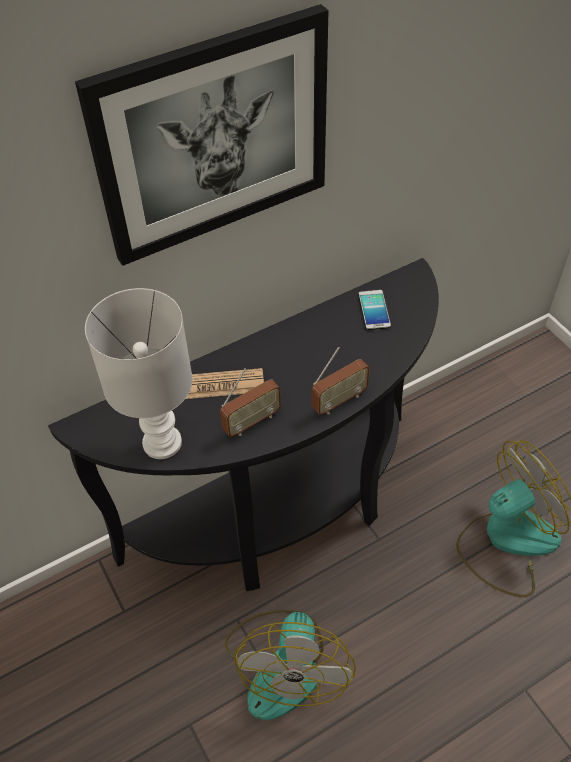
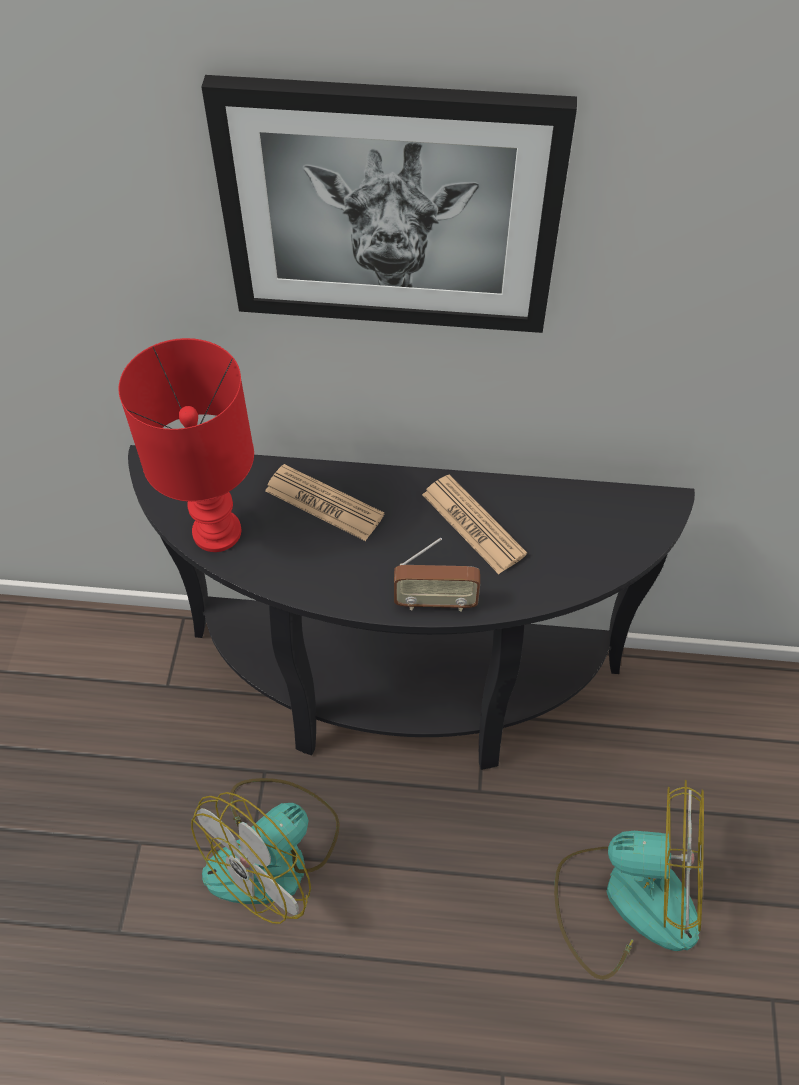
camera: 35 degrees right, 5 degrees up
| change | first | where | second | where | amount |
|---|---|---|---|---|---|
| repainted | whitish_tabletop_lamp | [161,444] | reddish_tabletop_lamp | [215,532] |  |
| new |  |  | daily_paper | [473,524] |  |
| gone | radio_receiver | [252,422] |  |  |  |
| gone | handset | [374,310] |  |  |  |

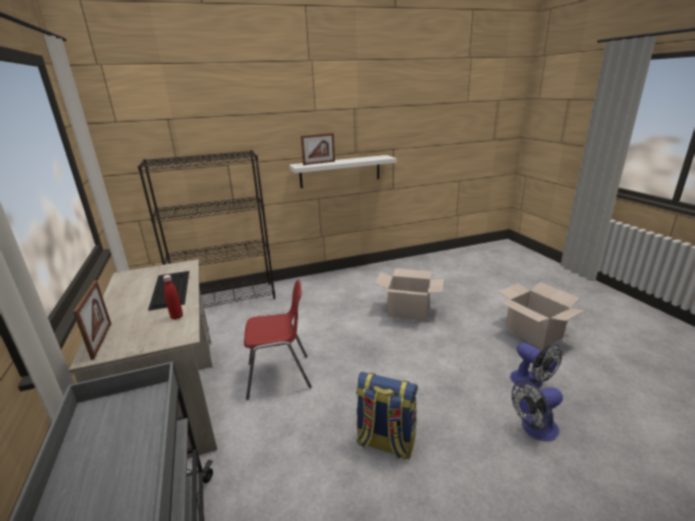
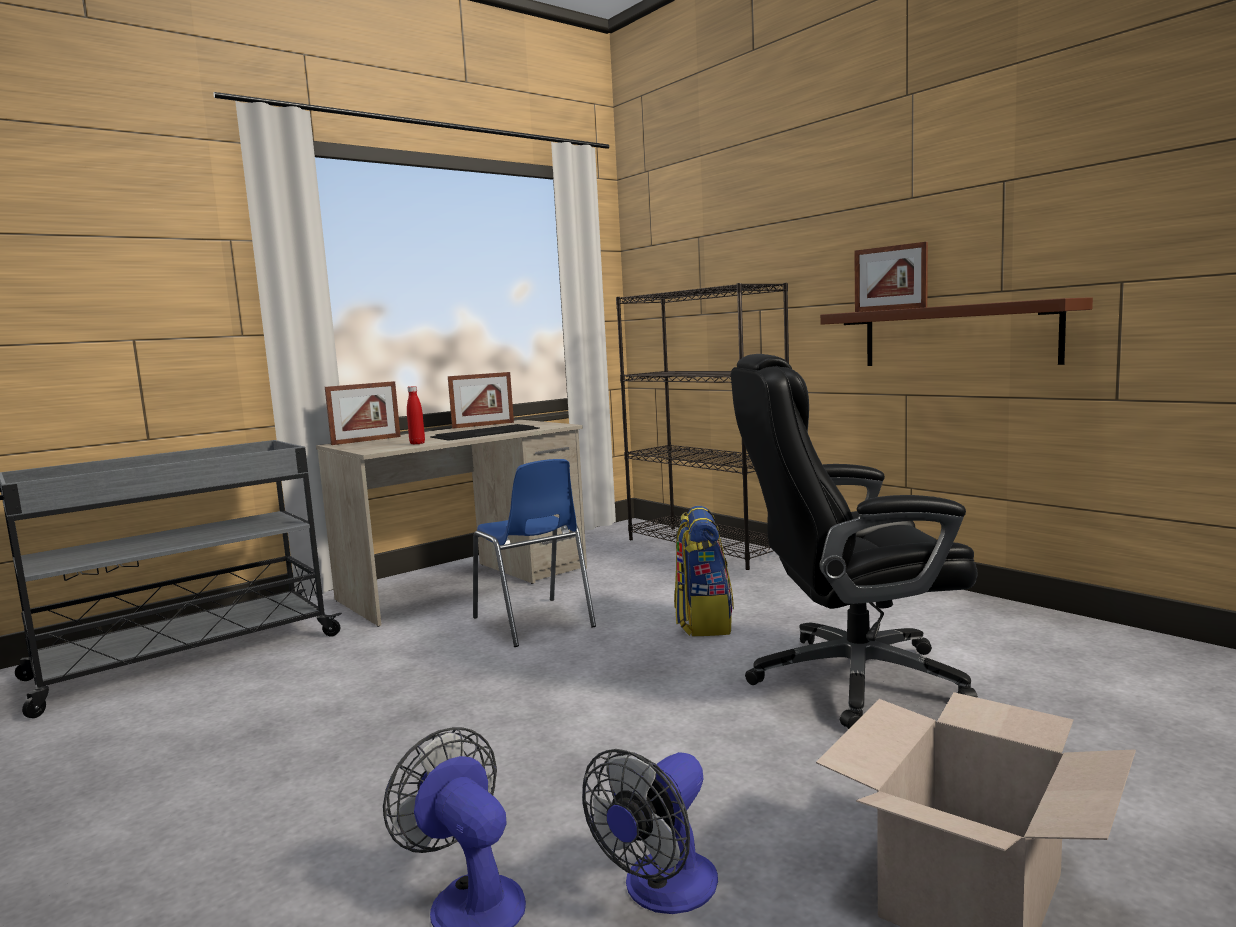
camera: 70 degrees right, 15 degrees down
| change | first | where | second | where | amount |
|---|---|---|---|---|---|
| new |  |  | photo_frame | [483,425] |  |
| repainted | reddish_upright_chair | [279,376] | bluish_upright_chair | [534,622] |  |
| shifted | backpack | [385,442] |  | [703,622] |  |
| swapped | carton | [408,311] | blackish_computer_chair | [851,680] |  |
| repainted | whitish_bracket_shelf | [340,171] | brown_bracket_shelf | [957,335] |  |

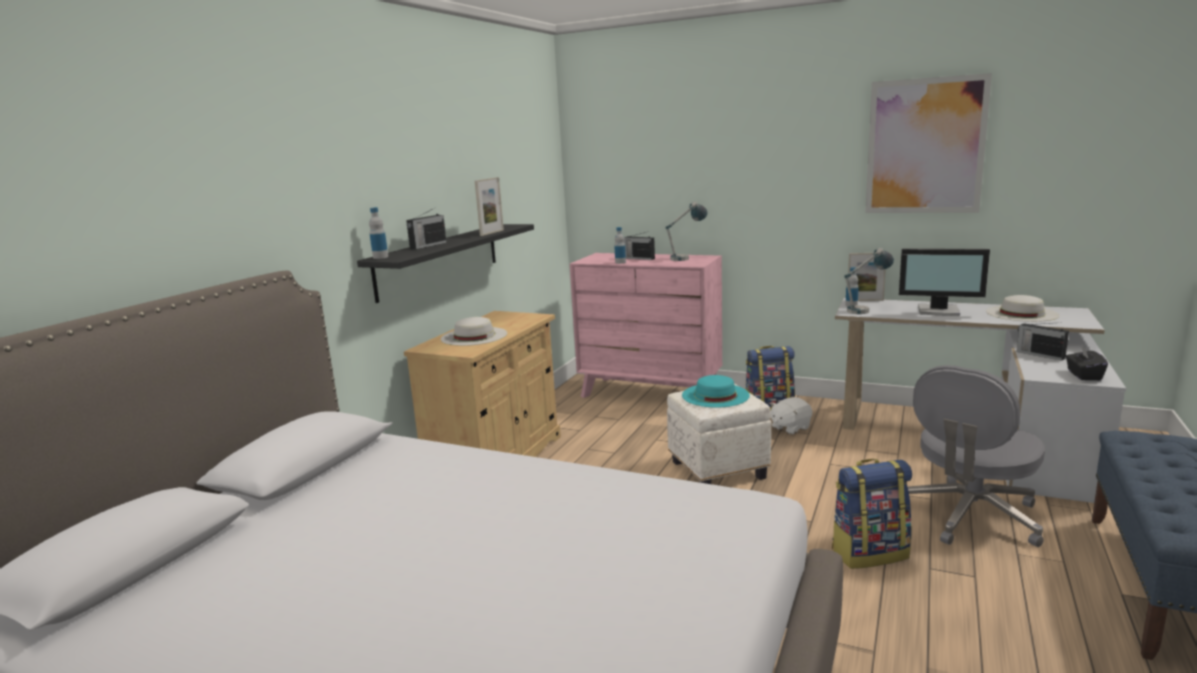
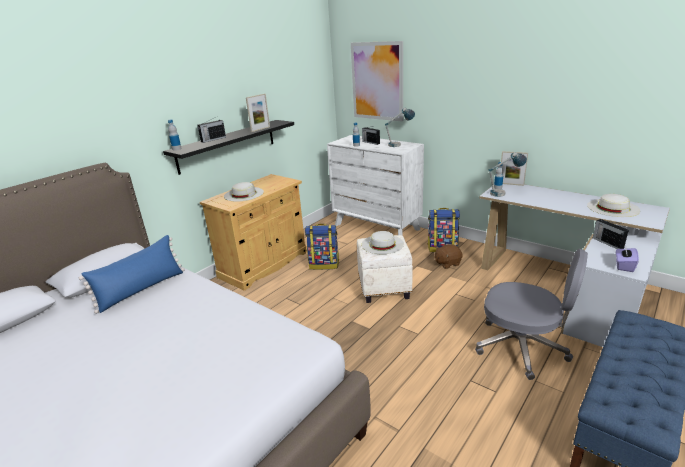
camera: 15 degrees right, 10 degrees up
| change | first | where | second | where | amount |
|---|---|---|---|---|---|
| new |  |  | bluish_throw_pillow | [142,289] |  |
| shifted | backpack | [869,553] |  | [324,264] |  |
| repainted | pink_drawer_chest | [650,393] | whitish_drawer_chest | [376,227] |  |
| shifted | wall_picture | [925,146] |  | [377,81] |  |
| repainted | turquoise-coloured_clothing_hat | [715,395] | whitish_clothing_hat | [382,244] |  |
| repainted | whitish_plush_toy | [790,428] | brown_plush_toy | [447,263] |  |
| rotated | gray_computer_chair | [970,516] |  | [522,347] | 120 degrees counterclockwise |
| repainted | blackish_box_of_tissues | [1083,375] | purple-coloured_box_of_tissues | [624,266] |  |
| gone | monitor | [939,311] |  |  |  |

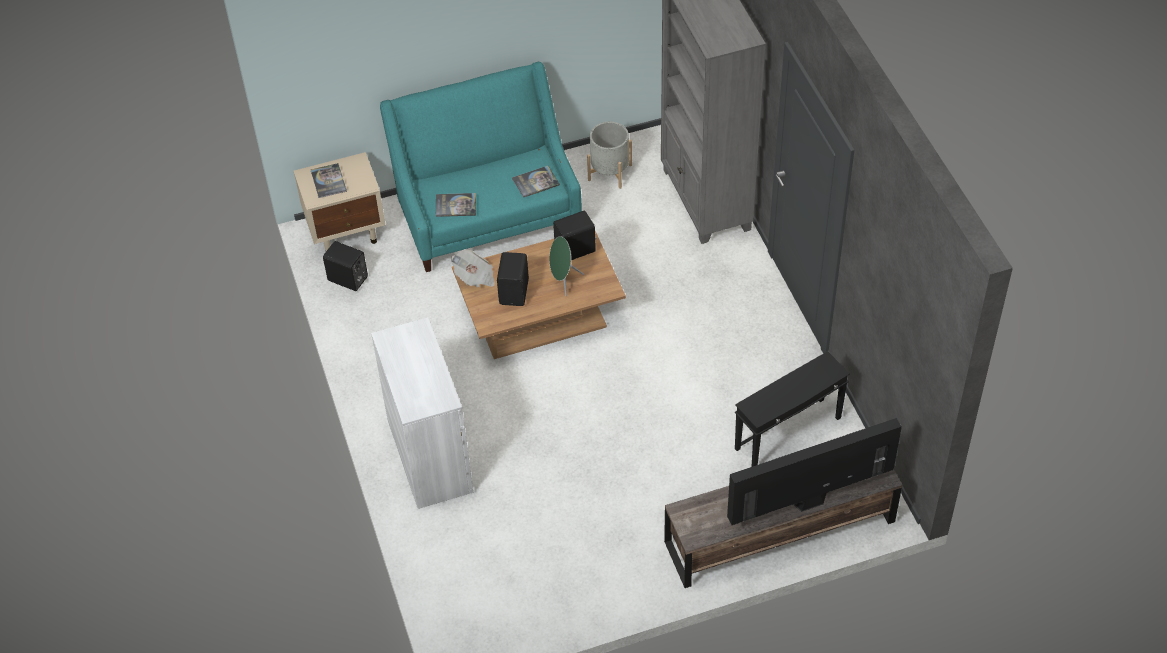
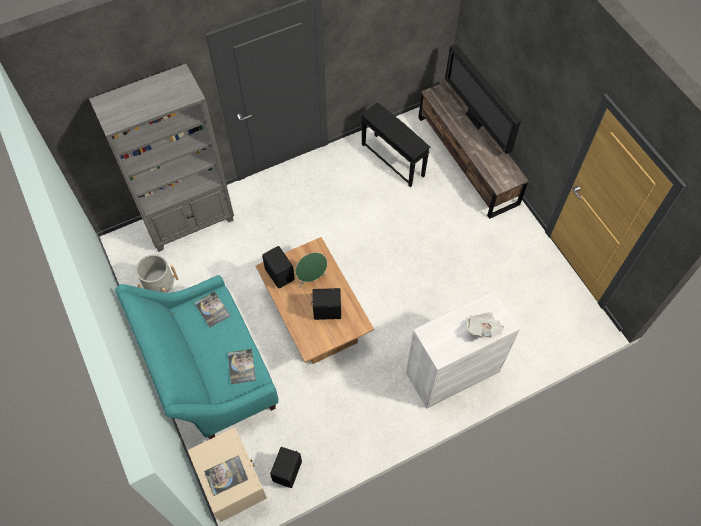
camera: 100 degrees left, 10 degrees up
| change | first | where | second | where | amount |
|---|---|---|---|---|---|
| shifted | daily_paper | [475,277] |  | [483,328] |  |

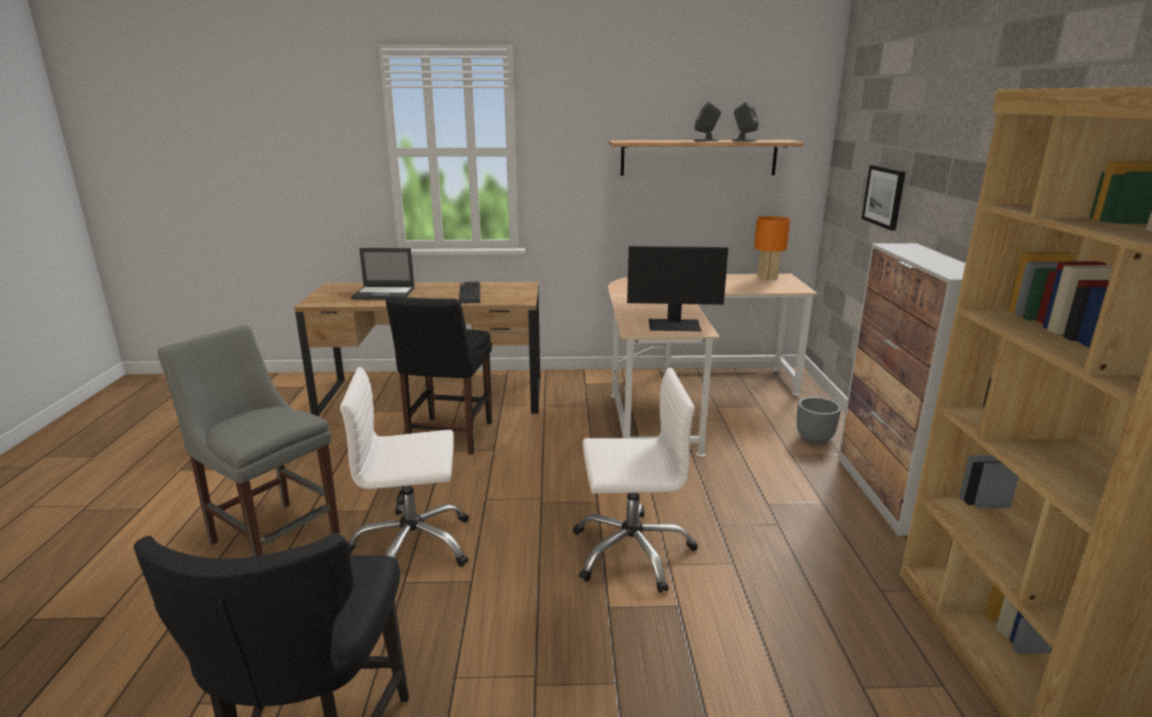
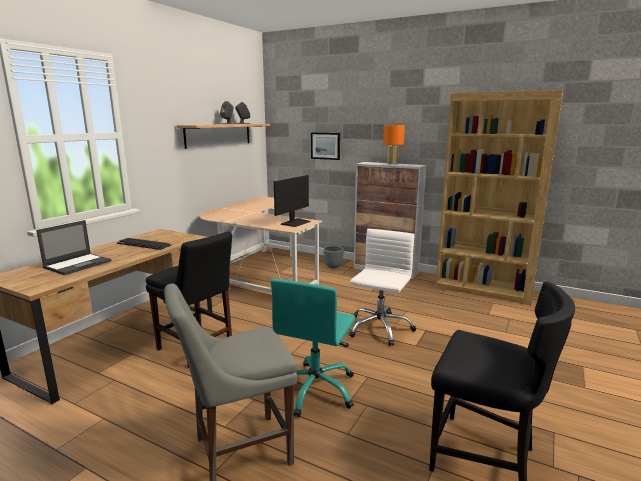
camera: 60 degrees left, 5 degrees down
| change | first | where | second | where | amount |
|---|---|---|---|---|---|
| repainted | whitish_computer_chair | [412,546] | turquoise-coloured_computer_chair | [315,389] |  |
| shifted | orange_tabletop_lamp | [767,277] |  | [392,163] |  |

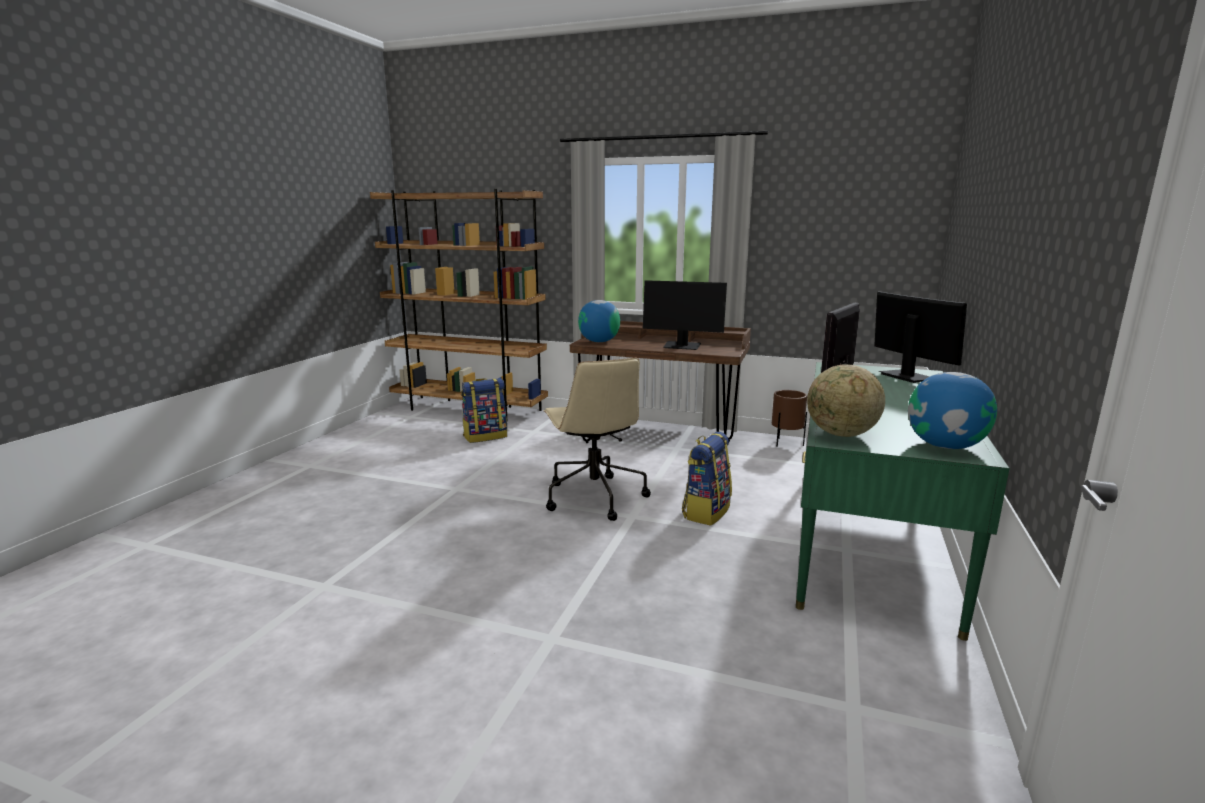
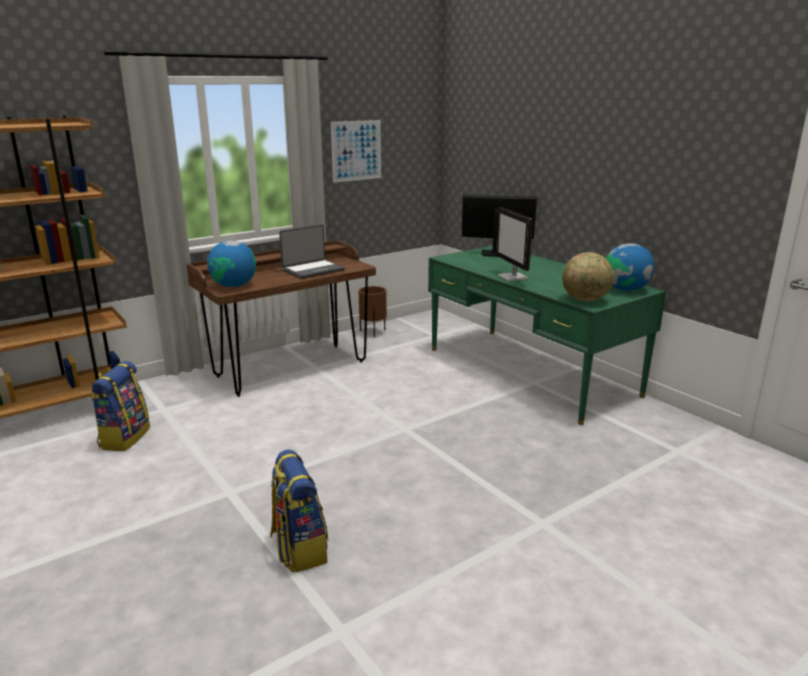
camera: 55 degrees left, 5 degrees up
| change | first | where | second | where | amount |
|---|---|---|---|---|---|
| shifted | backpack | [706,512] |  | [298,548] |  |
| swapped | monitor | [682,346] | portable_computer | [313,270] |  |
| new |  |  | wall_picture | [356,150] |  |
| gone | beige_computer_chair | [593,497] |  |  |  |

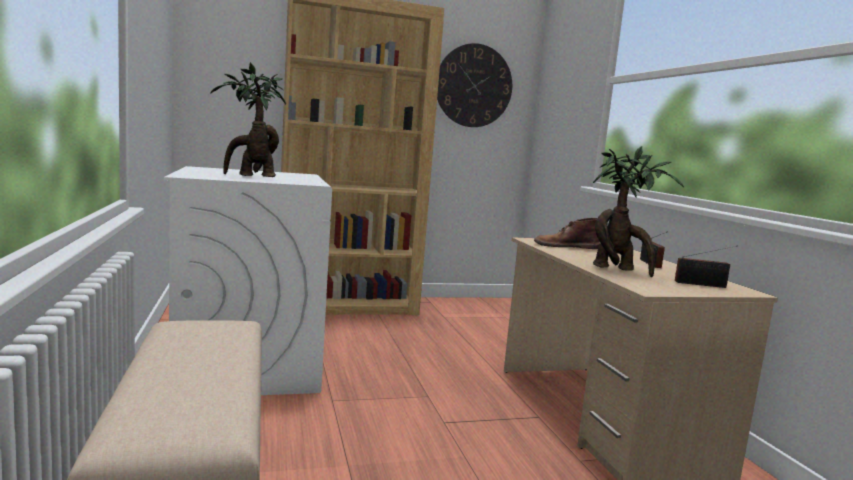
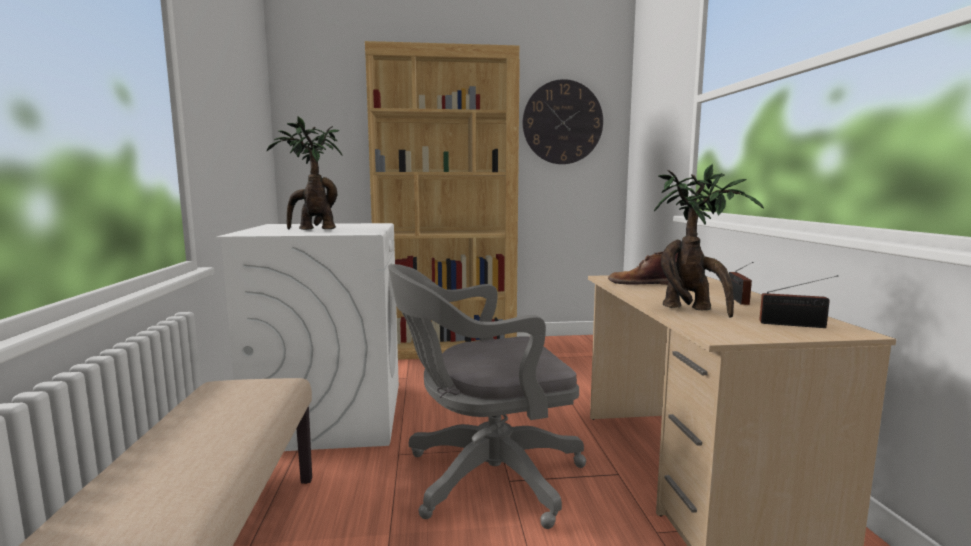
camera: 10 degrees right, 0 degrees up
| change | first | where | second | where | amount |
|---|---|---|---|---|---|
| new |  |  | gray_computer_chair | [484,477] |  |

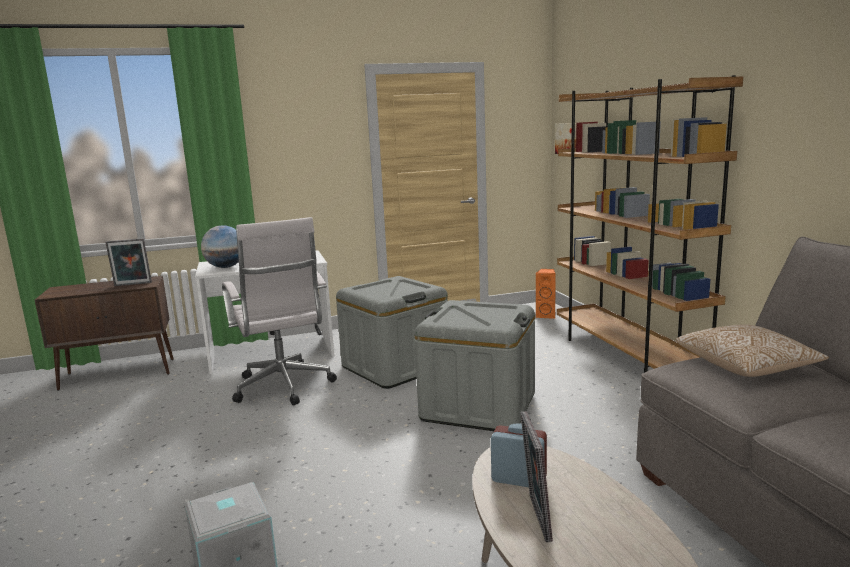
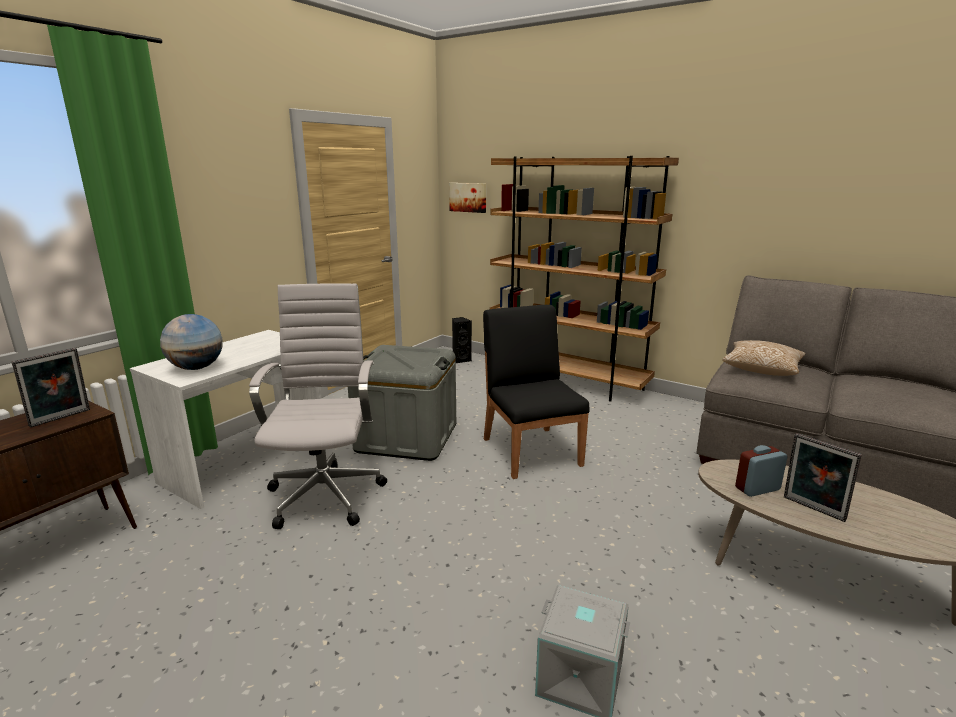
camera: 40 degrees left, 5 degrees up
| change | first | where | second | where | amount |
|---|---|---|---|---|---|
| rotated | whitish_computer_chair | [284,388] |  | [326,493] | 120 degrees counterclockwise |
| repainted | orange_loudspeaker | [546,315] | blackish_loudspeaker | [461,360] |  |
| swapped | gray_storage_bin | [478,406] | blackish_upright_chair | [531,451] |  |

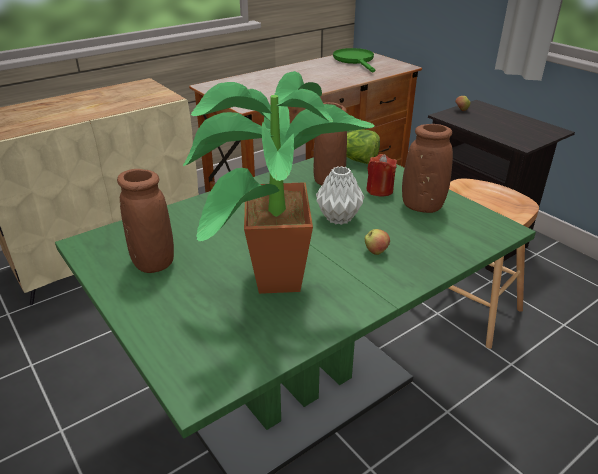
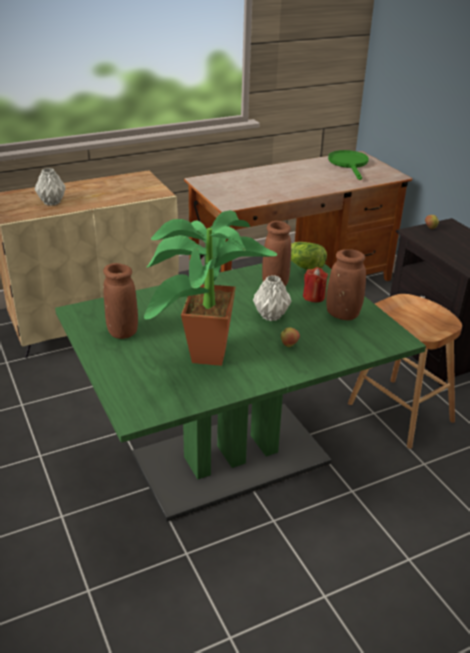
camera: 10 degrees right, 0 degrees up
| change | first | where | second | where | amount |
|---|---|---|---|---|---|
| new |  |  | gray_flower_vase | [51,202] |  |

